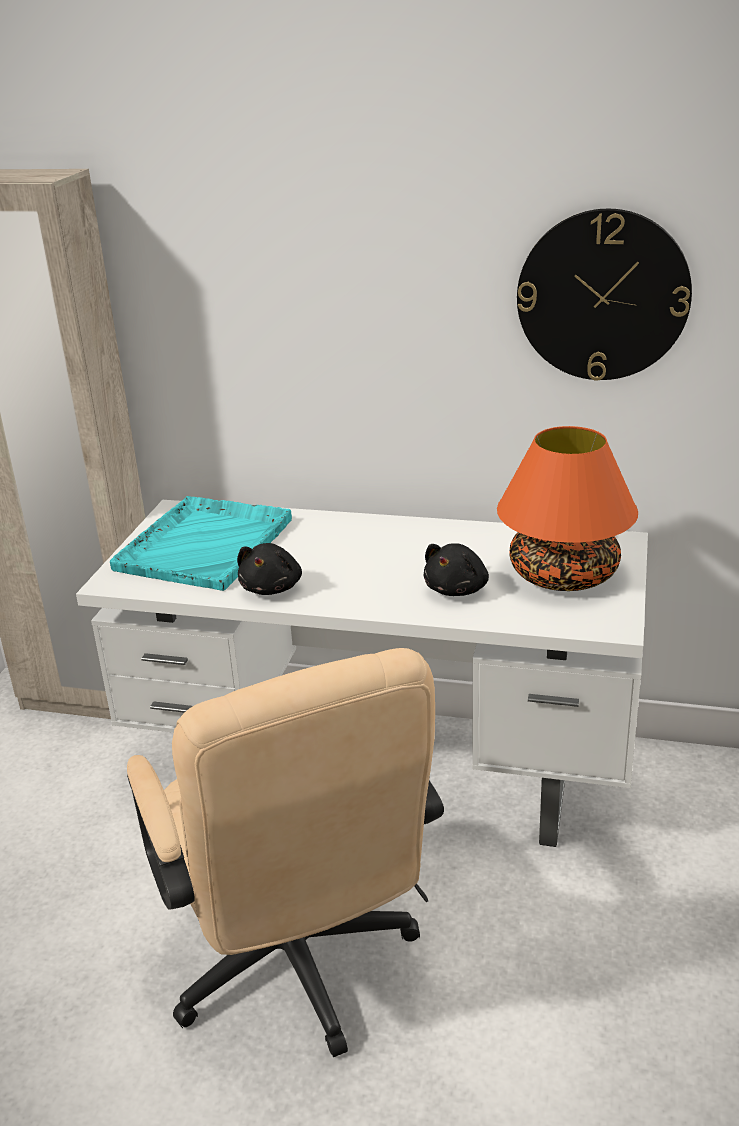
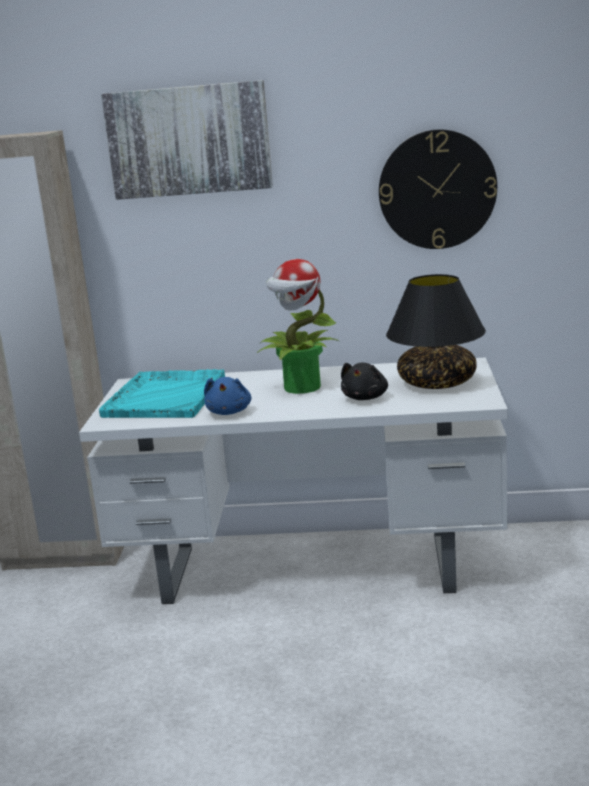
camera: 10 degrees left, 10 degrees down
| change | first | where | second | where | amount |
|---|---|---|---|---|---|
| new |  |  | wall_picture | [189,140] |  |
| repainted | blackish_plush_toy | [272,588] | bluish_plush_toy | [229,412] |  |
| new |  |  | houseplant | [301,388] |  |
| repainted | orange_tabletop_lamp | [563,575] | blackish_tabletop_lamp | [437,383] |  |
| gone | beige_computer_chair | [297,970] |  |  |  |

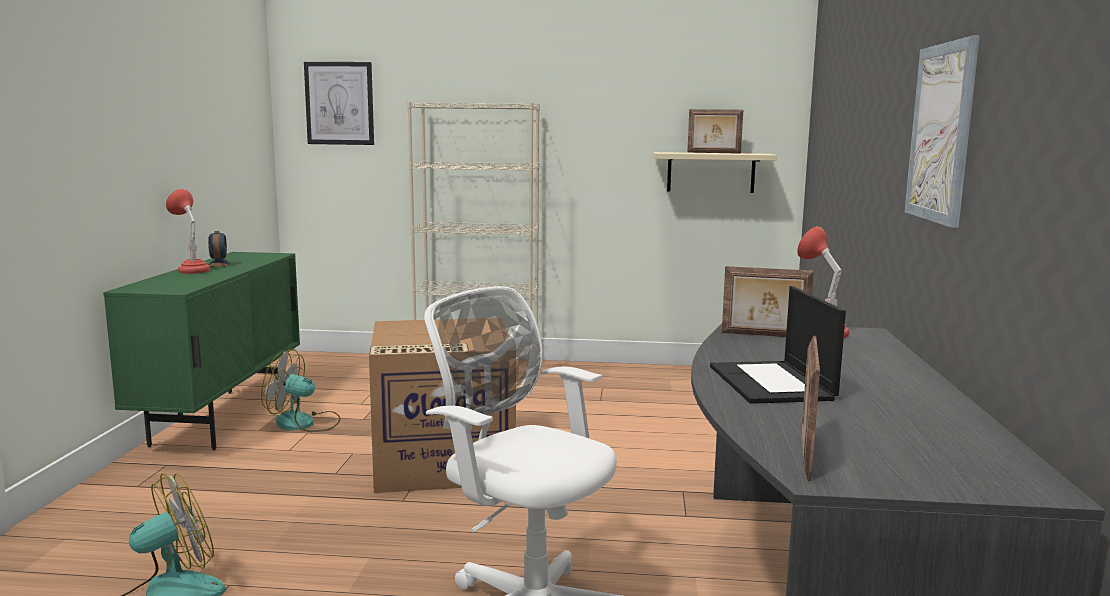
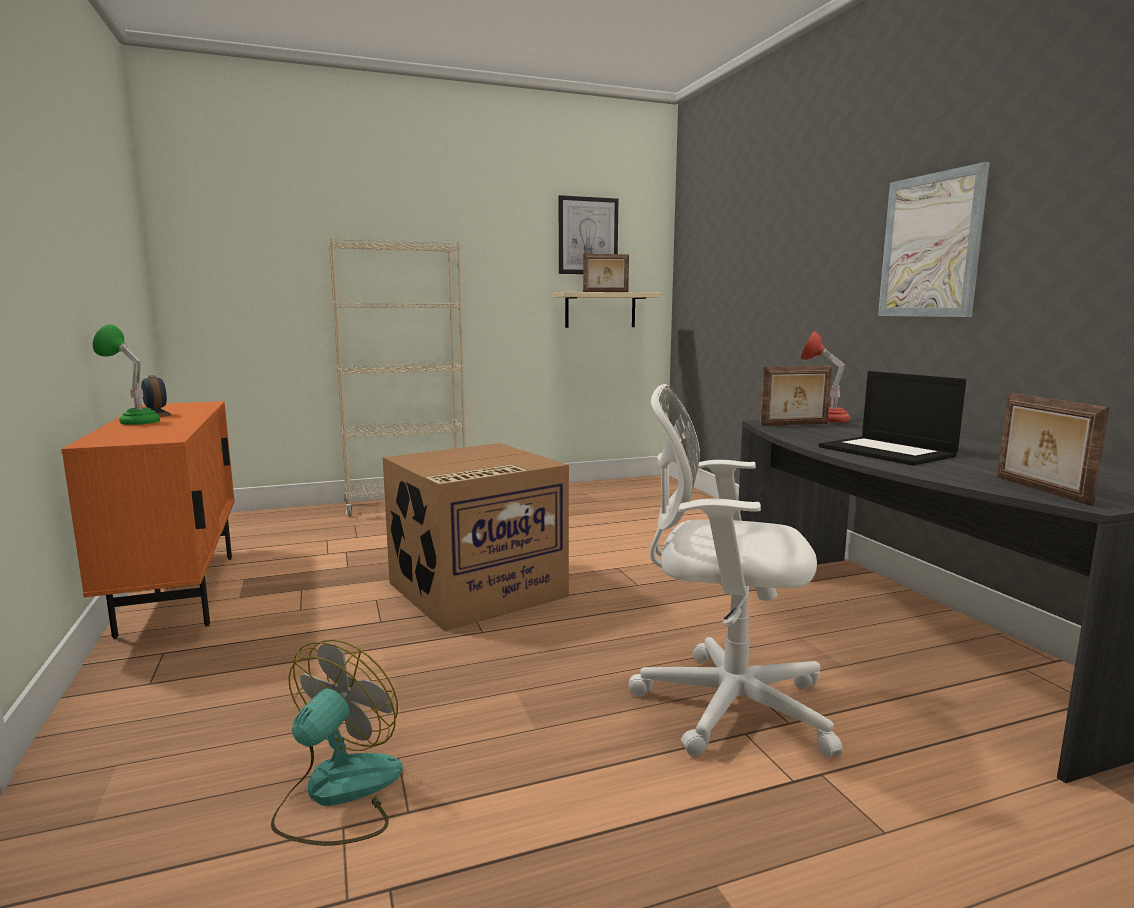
camera: 25 degrees left, 0 degrees up
| change | first | where | second | where | amount |
|---|---|---|---|---|---|
| repainted | green_cupboard | [223,418] | orange_cupboard | [180,593] |  |
| repainted | reddish_tabletop_lamp | [191,270] | green_tabletop_lamp | [133,421] |  |
| shifted | wall_picture | [339,103] |  | [588,236] |  |
| gone | electric_fan | [304,423] |  |  |  |

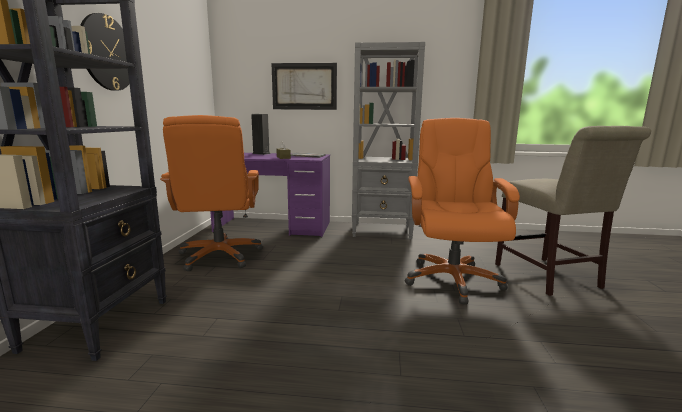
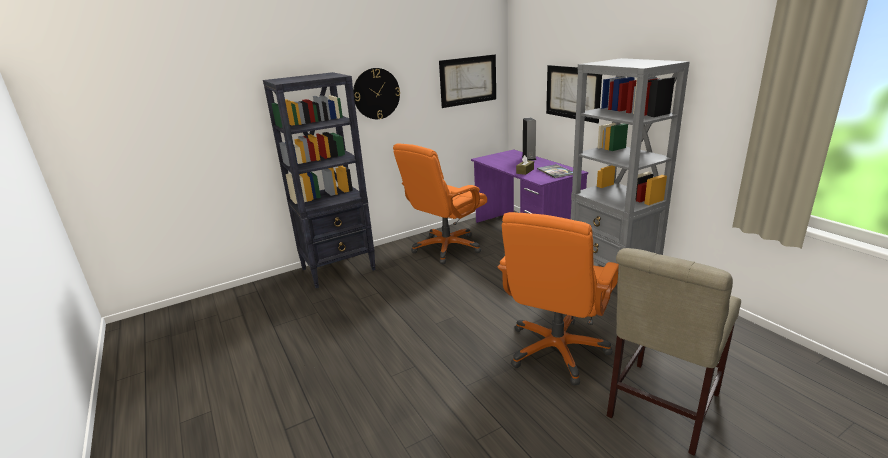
camera: 55 degrees right, 10 degrees up
| change | first | where | second | where | amount |
|---|---|---|---|---|---|
| new |  |  | wall_picture | [468,80] |  |
| rotated | orange_computer_chair | [451,279] |  | [556,350] | 150 degrees clockwise |

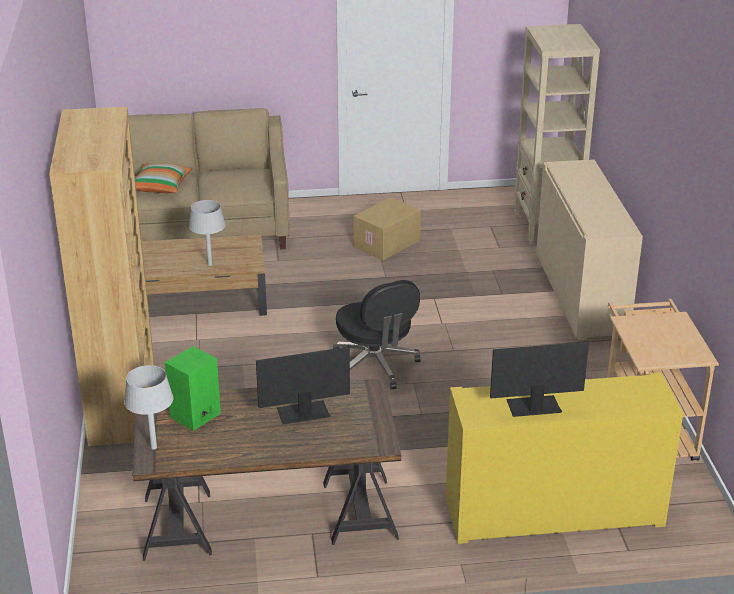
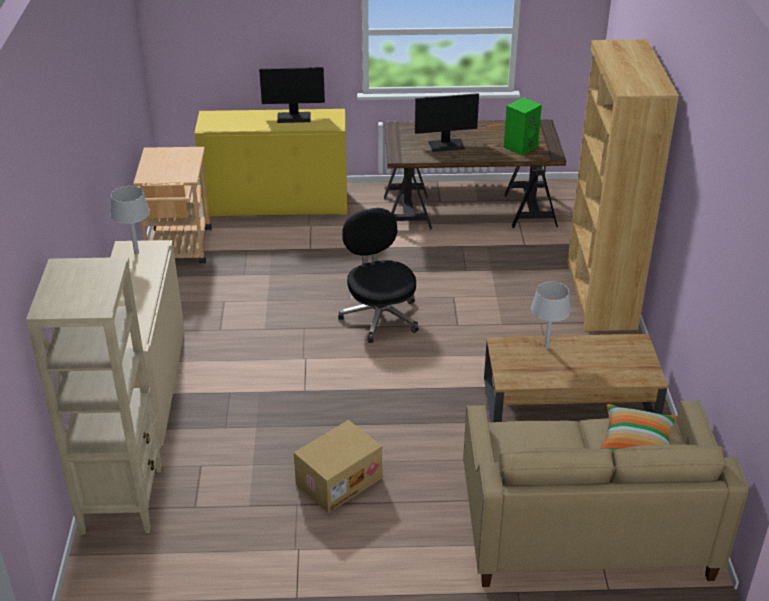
camera: 175 degrees left, 5 degrees up
| change | first | where | second | where | amount |
|---|---|---|---|---|---|
| shifted | gray_tabletop_lamp | [154,447] |  | [136,253] |  |

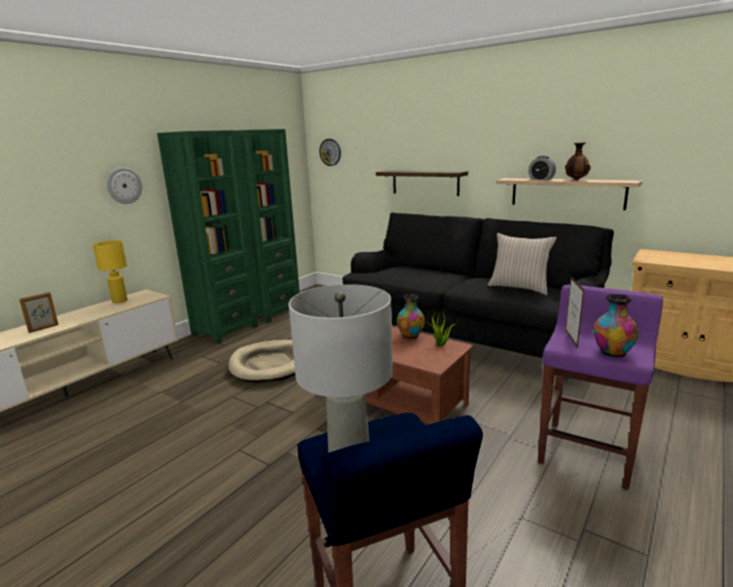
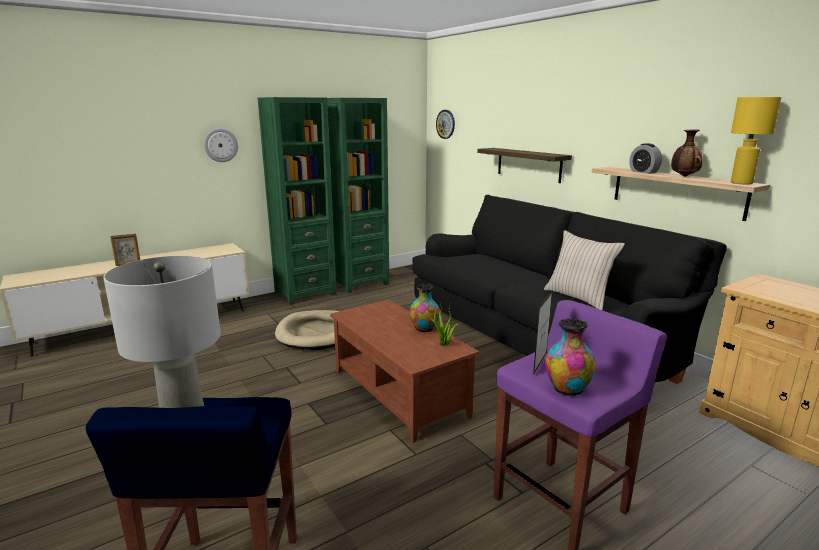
camera: 20 degrees right, 0 degrees up
| change | first | where | second | where | amount |
|---|---|---|---|---|---|
| shifted | yellowish_tabletop_lamp | [120,301] |  | [741,183] |  |

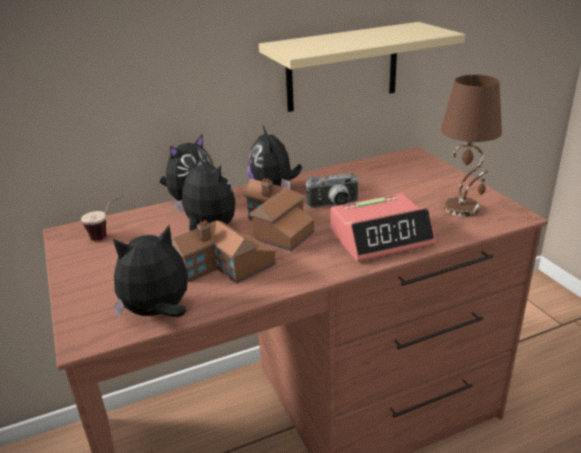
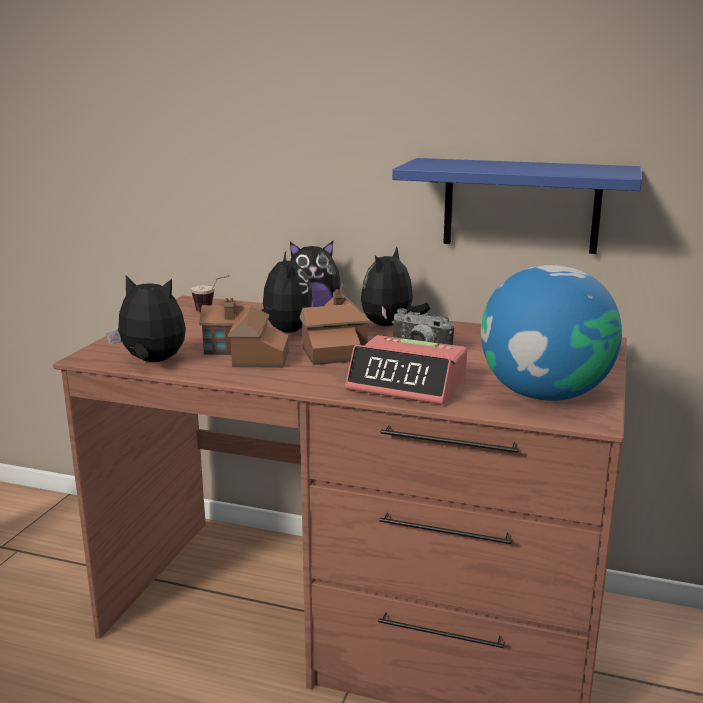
camera: 40 degrees right, 10 degrees down
| change | first | where | second | where | amount |
|---|---|---|---|---|---|
| repainted | beige_bracket_shelf | [342,67] | bluish_bracket_shelf | [521,205] |  |
| swapped | brown_tabletop_lamp | [462,208] | globe | [544,394] |  |

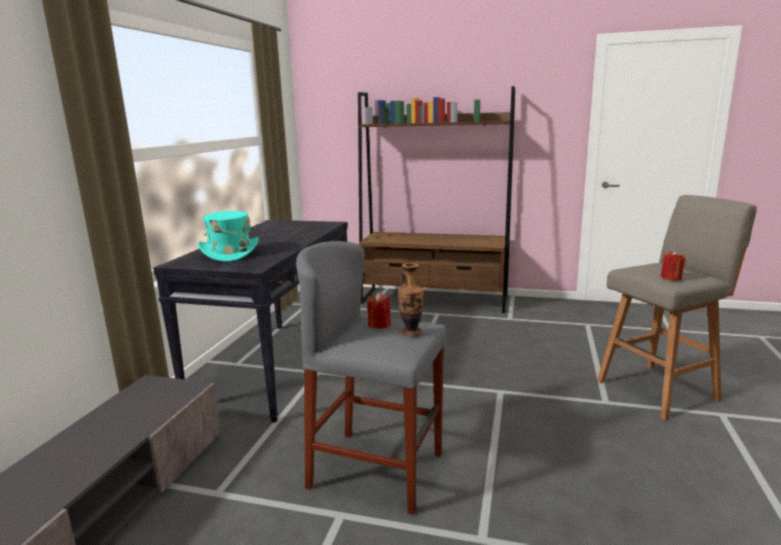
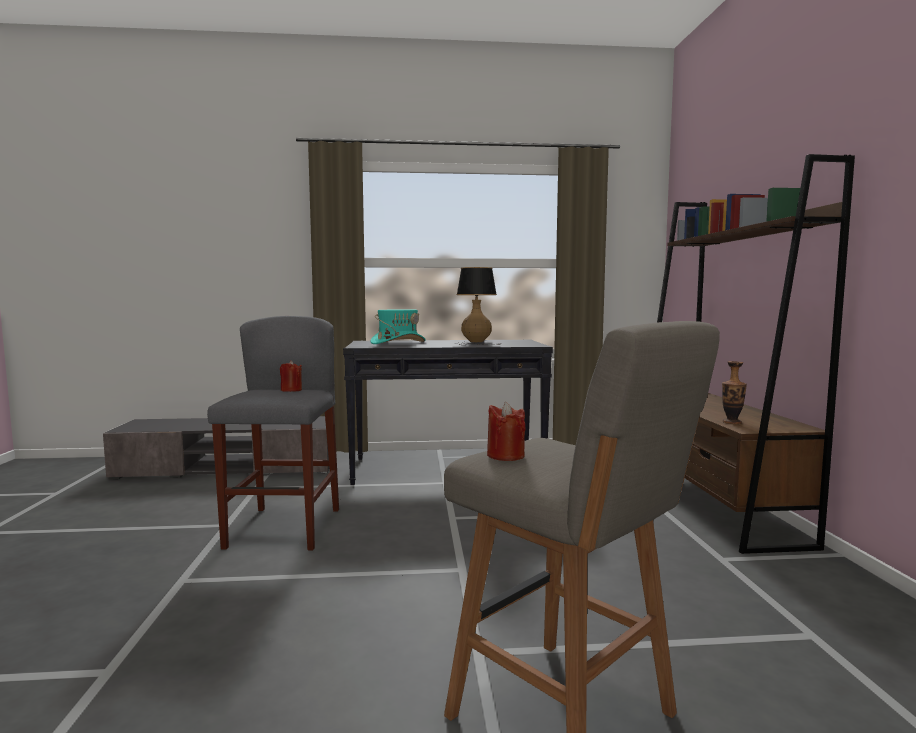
camera: 70 degrees right, 10 degrees down
| change | first | where | second | where | amount |
|---|---|---|---|---|---|
| new |  |  | tabletop_lamp | [475,342] |  |
| shifted | flower_vase | [411,332] |  | [732,422] |  |

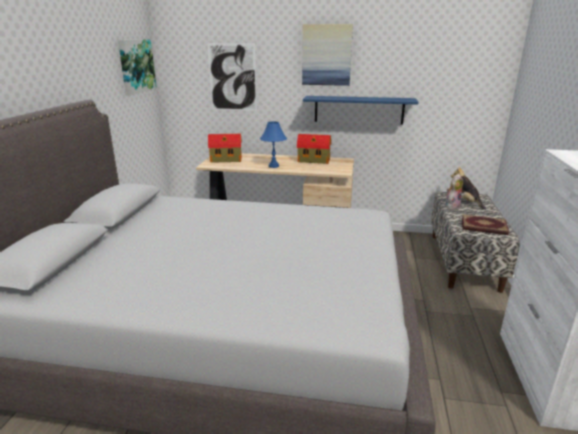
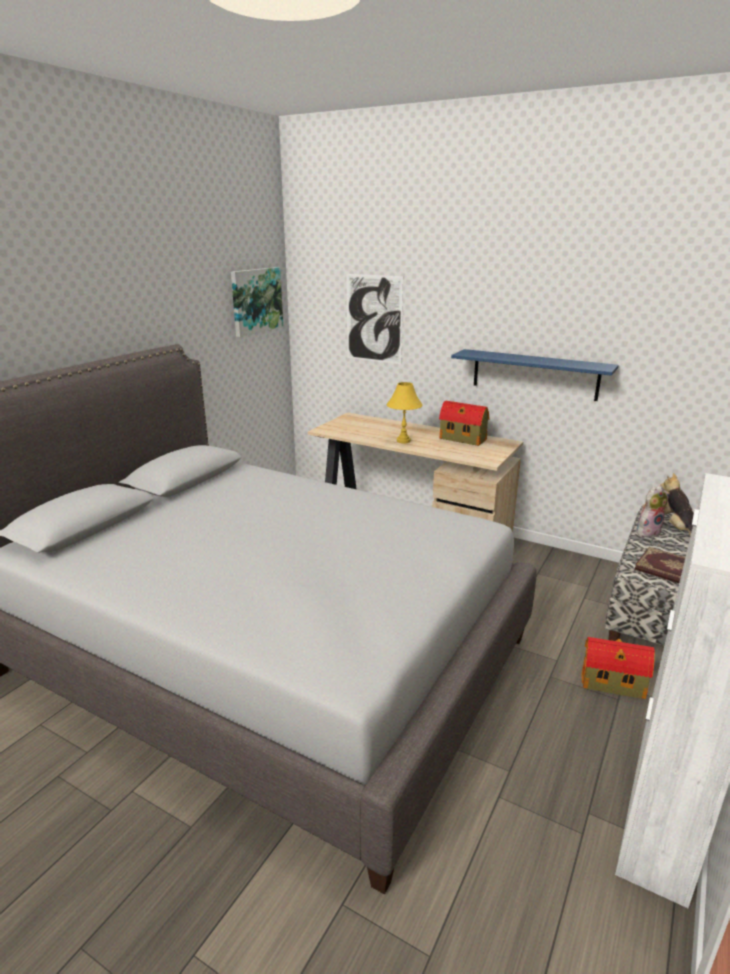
camera: 20 degrees right, 0 degrees up
| change | first | where | second | where | amount |
|---|---|---|---|---|---|
| repainted | bluish_tabletop_lamp | [274,166] | yellowish_tabletop_lamp | [403,441] |  |
| shifted | toy_house | [227,160] |  | [614,684] |  |
| gone | wall_picture | [326,55] |  |  |  |

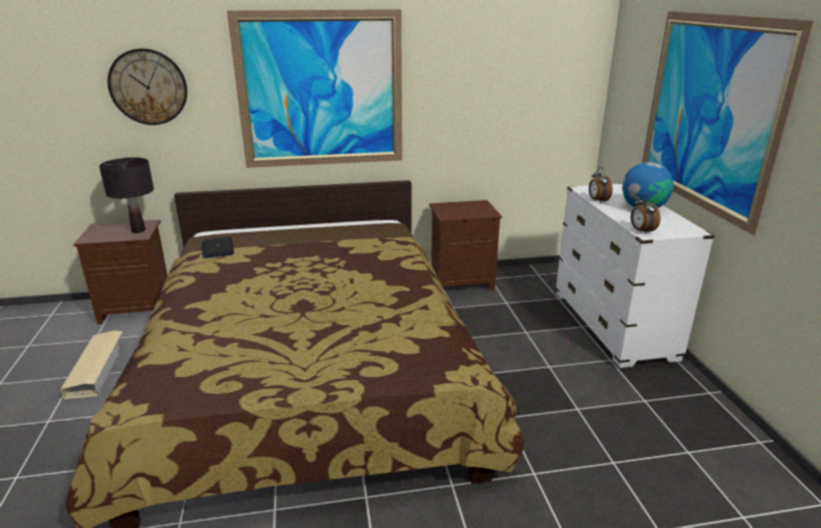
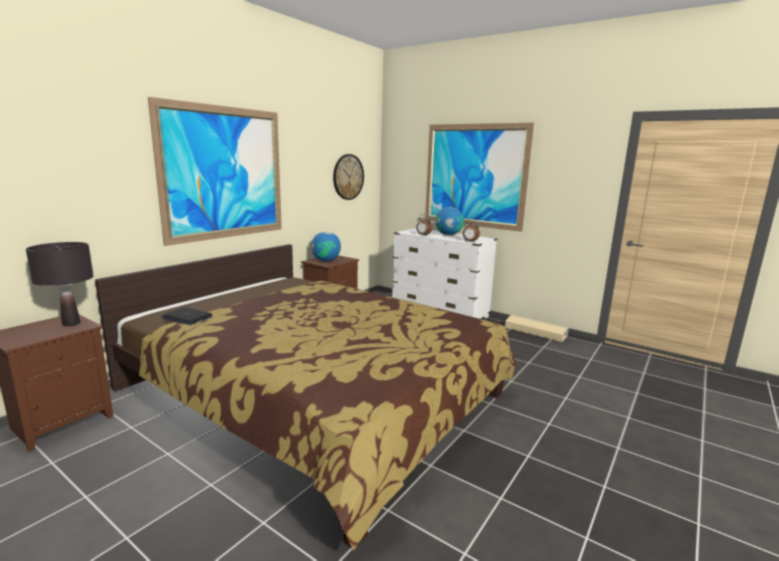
camera: 45 degrees left, 10 degrees down
| change | first | where | second | where | amount |
|---|---|---|---|---|---|
| new |  |  | globe | [326,260] |  |
| shifted | hanging_clock | [148,87] |  | [348,177] |  |
| shifted | beige_storage_bin | [97,368] |  | [535,331] |  |

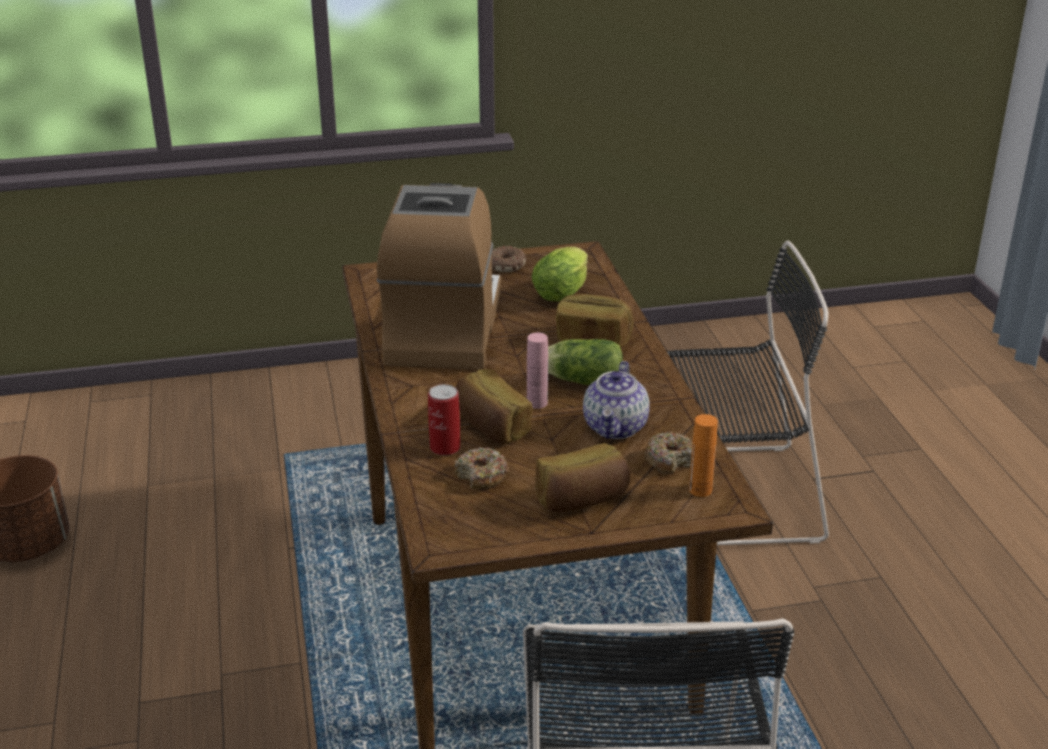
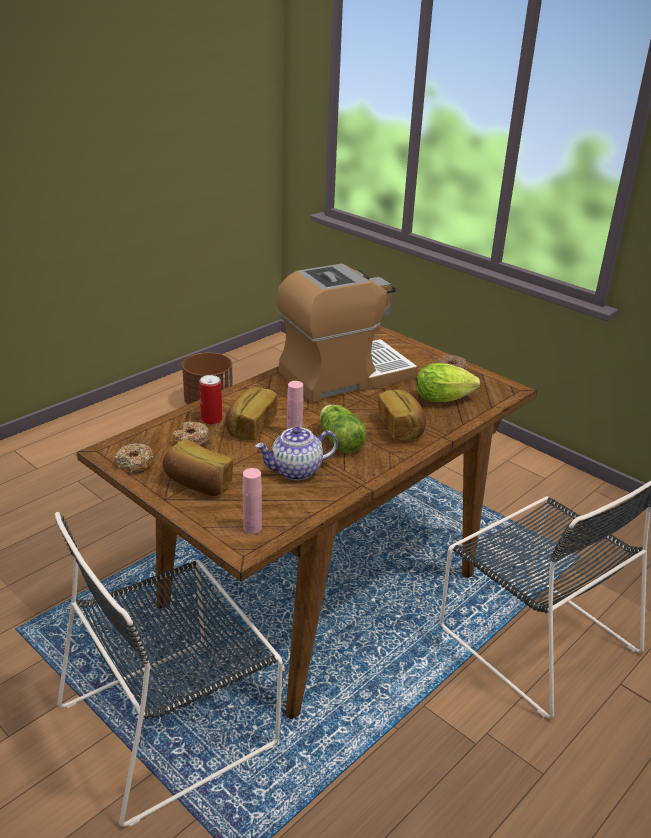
camera: 55 degrees right, 0 degrees up
| change | first | where | second | where | amount |
|---|---|---|---|---|---|
| shifted | ring_doughnut | [670,460] |  | [135,464] |  |
| repainted | orange_beverage_bottle | [700,490] | pink_beverage_bottle | [252,528] |  |

